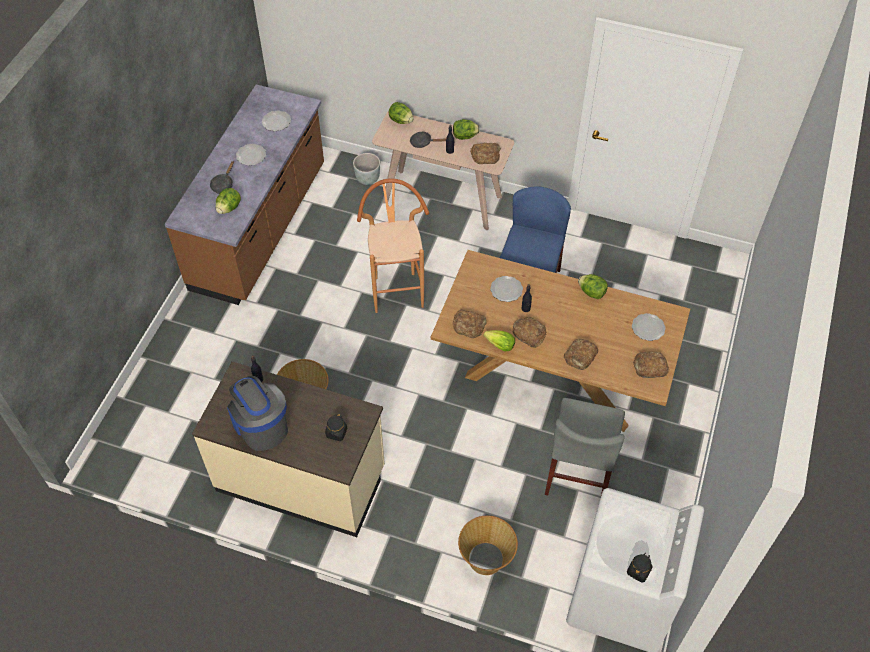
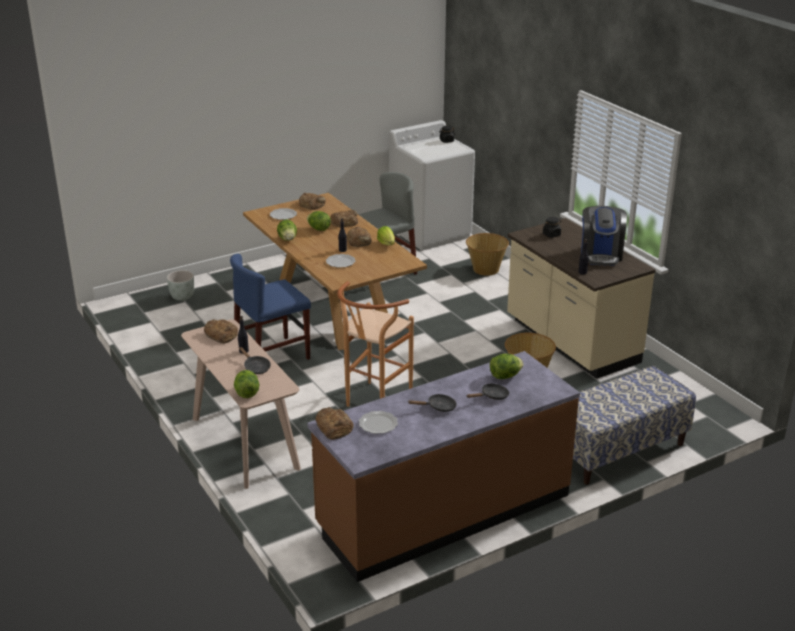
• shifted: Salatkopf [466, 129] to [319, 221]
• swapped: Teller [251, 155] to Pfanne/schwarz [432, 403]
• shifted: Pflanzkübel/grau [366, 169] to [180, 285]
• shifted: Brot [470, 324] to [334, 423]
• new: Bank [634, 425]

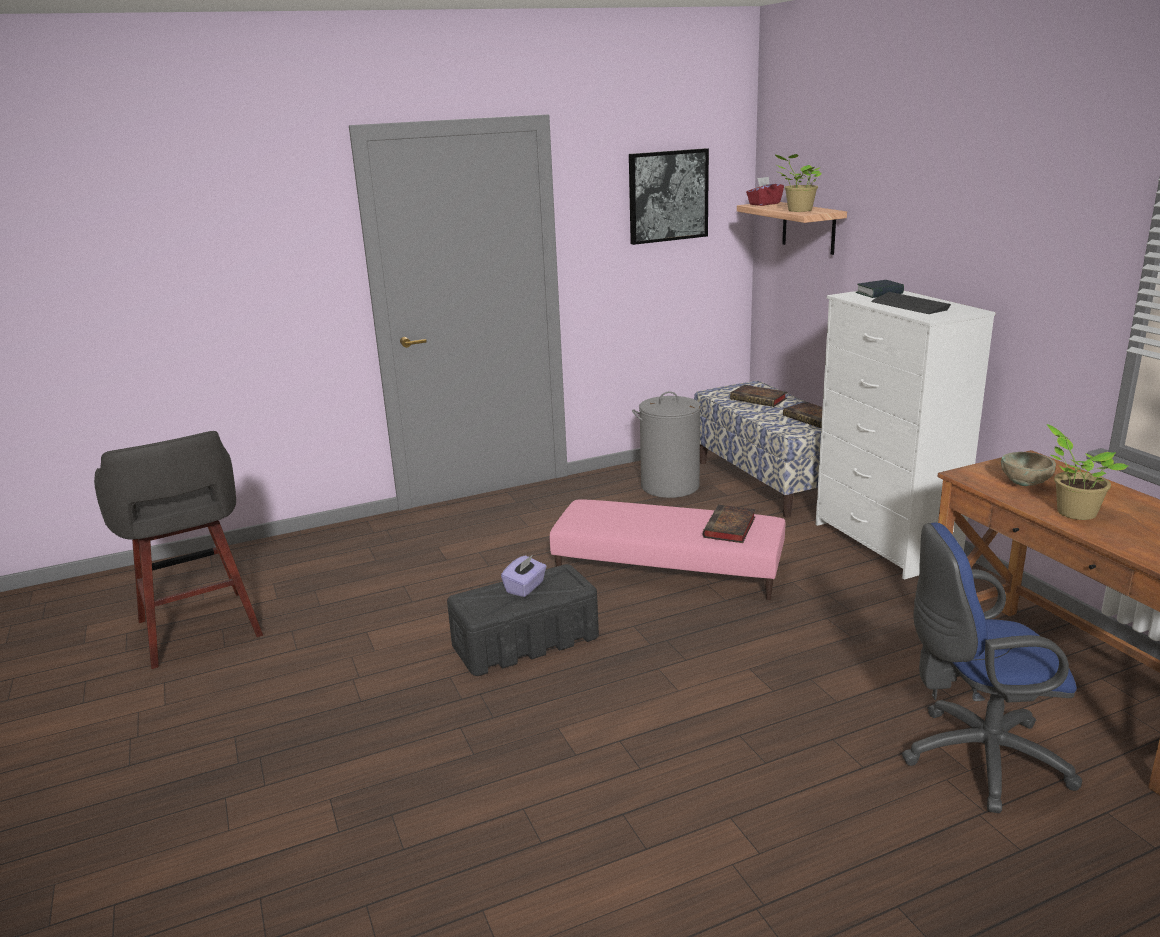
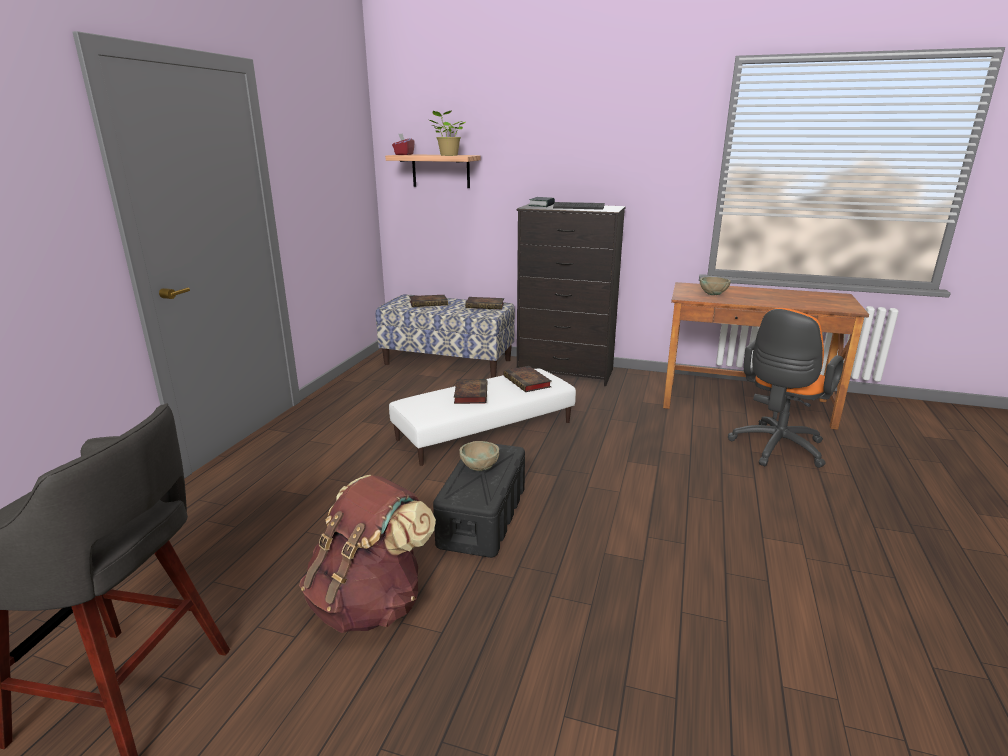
• gone: Bild [669, 196]
• repainted: Kommode/weiß [906, 435] to Kommode/schwarz [571, 294]
• gone: Wäschekorb/grau [669, 444]
• gone: Topfpflanze [1087, 472]
• repainted: Polsterhocker/rosa [667, 550] to Polsterhocker/weiß [482, 417]
• repainted: Bürostuhl/blau [992, 668] to Bürostuhl/orange [785, 388]
• swapped: Taschentuchbox/lila [524, 576] to Schüssel/beige [479, 456]
• new: Buch [470, 391]
• new: Rucksack/braun [367, 554]

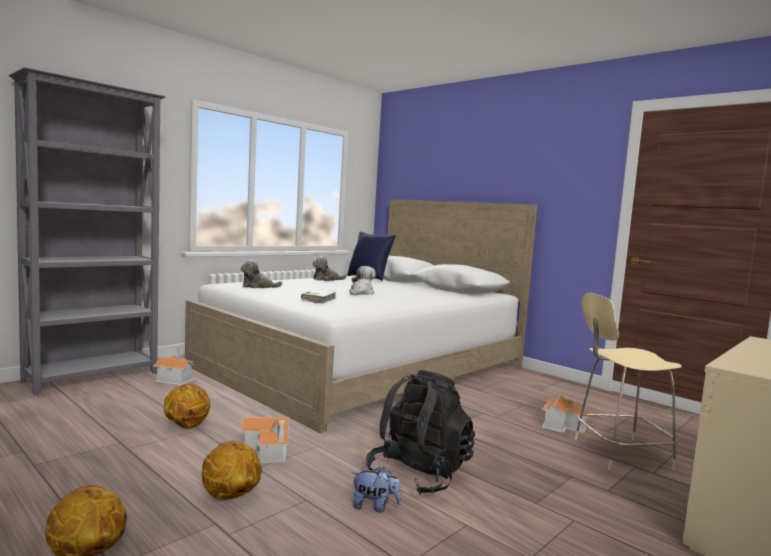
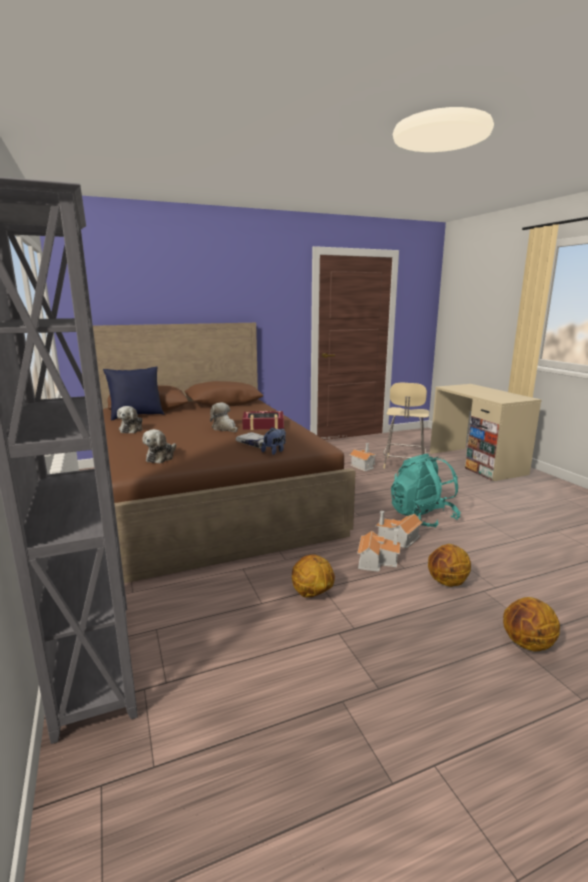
• repainted: Bett/weiß [361, 316] to Bett/braun [224, 453]
• shifted: Spielzeughaus [173, 366] to [399, 529]
• repainted: Rucksack/schwarz [420, 432] to Rucksack/türkis [426, 490]
• shifted: Plüschtier [377, 489] to [273, 441]
• new: Buch [263, 420]

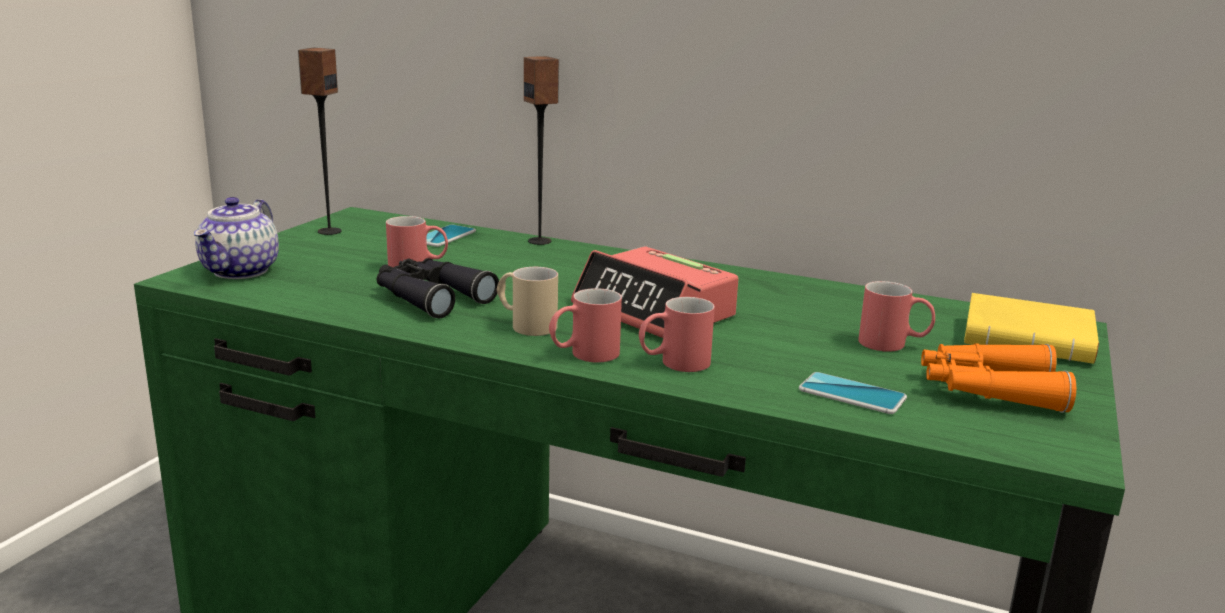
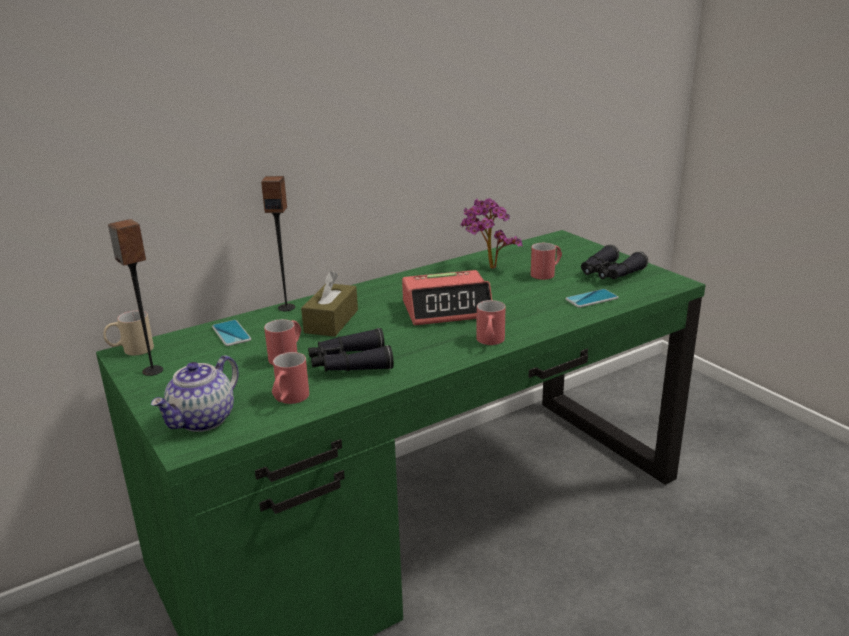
• rotated: Teekanne [236, 238] = [195, 393] 75 degrees clockwise
• shifted: Henkelbecher/beige [527, 301] to [129, 333]
• gone: Buch/gelb [1031, 328]
• shifted: Henkelbecher/rot [677, 334] to [290, 378]
• repainted: Fernglas/orange [998, 378] to Fernglas/schwarz [614, 262]
• new: Topfpflanze [491, 233]
• new: Taschentuchbox/braun [329, 304]

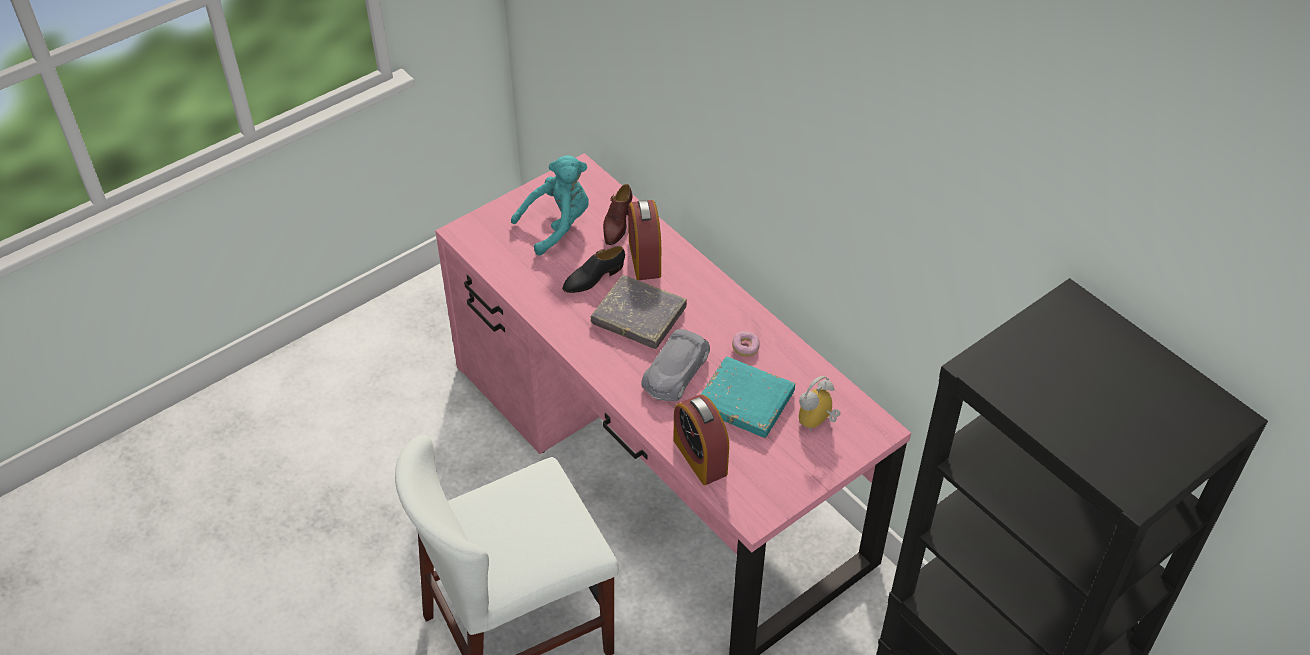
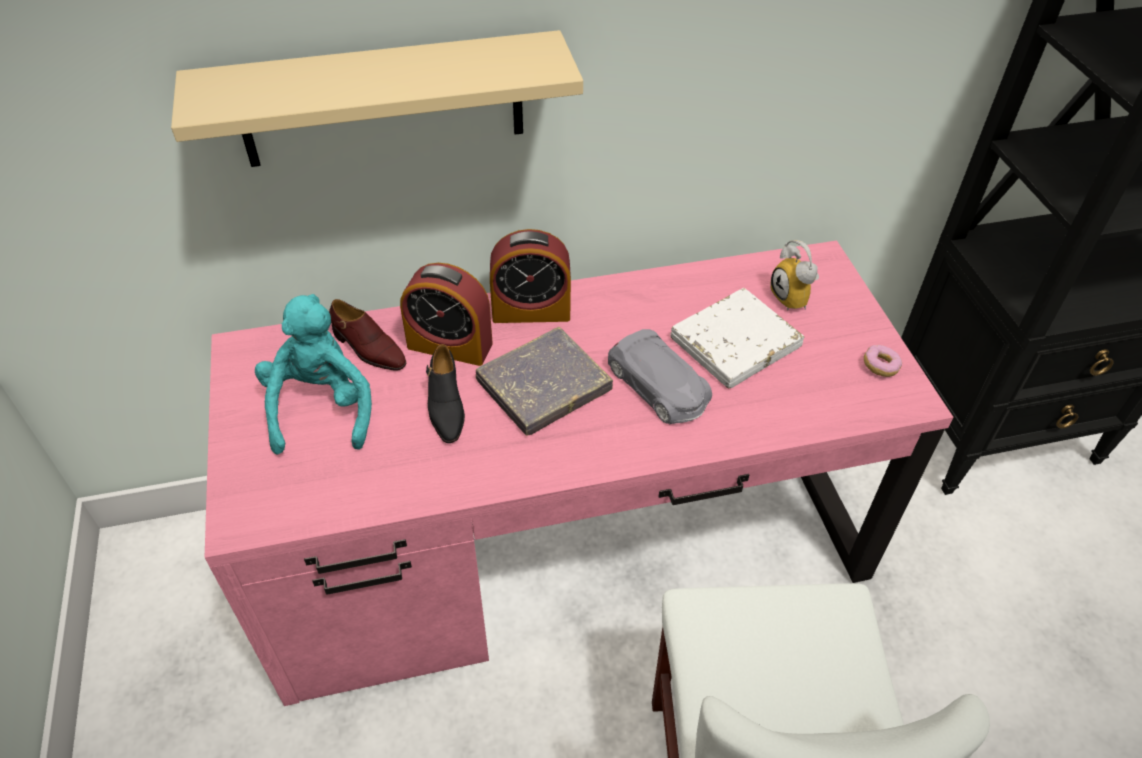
• shifted: Donut [746, 344] to [883, 361]
• repainted: Buch/türkis [747, 397] to Buch/weiß [737, 338]
• shifted: Wecker [701, 439] to [530, 276]
• new: Wandregal/beige [377, 98]

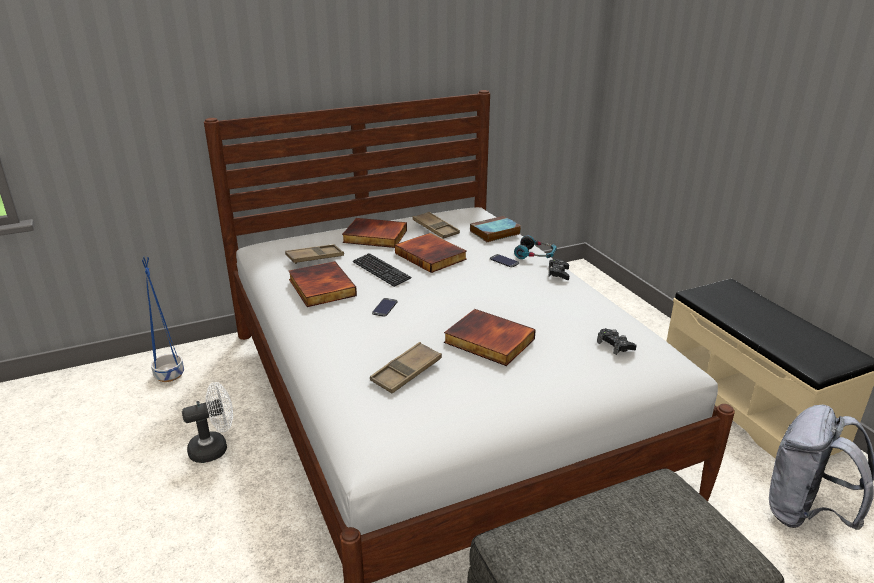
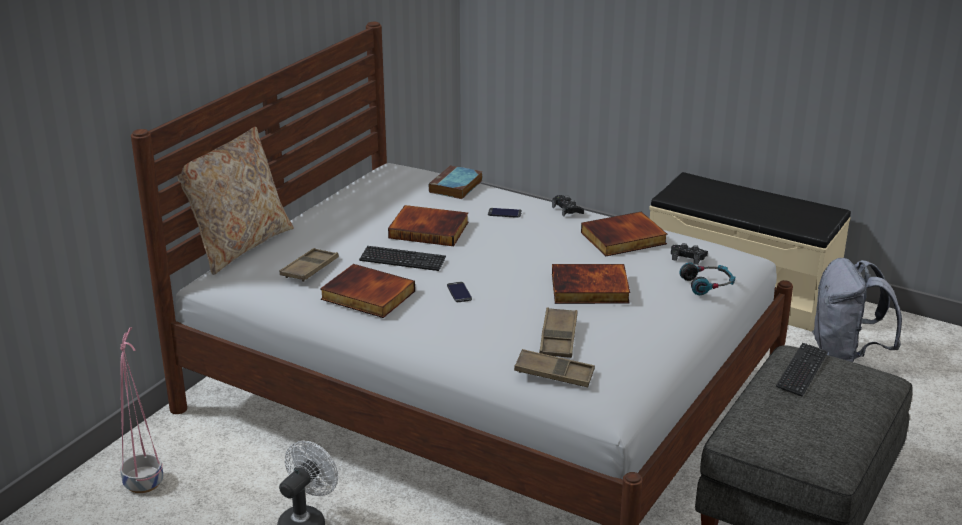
• shifted: Tablett/braun [436, 225] to [554, 368]
• shifted: Buch [374, 233] to [624, 234]
• shifted: Kopfhörer [535, 247] to [707, 278]
• repainted: Pflanzkübel/blau [163, 319] to Pflanzkübel/rosa [141, 410]
• new: Kissen/beige [235, 201]
• new: Tastatur [802, 370]

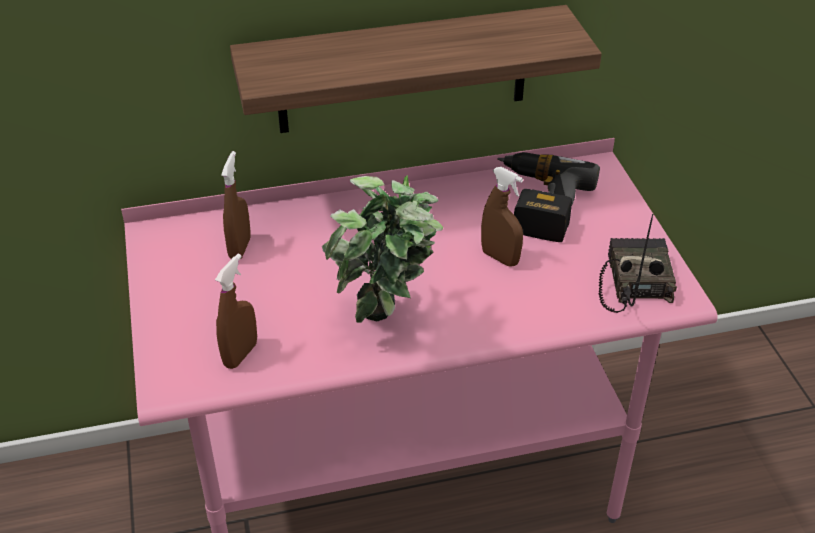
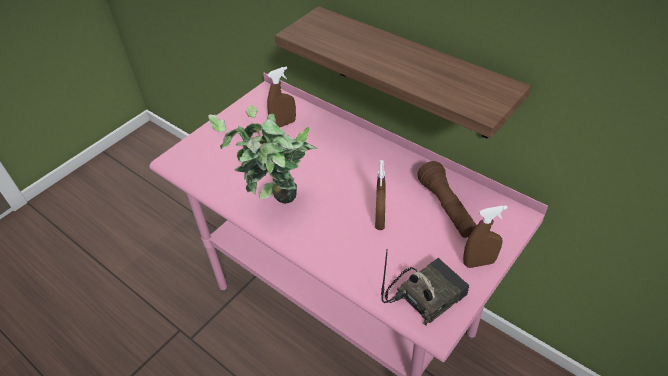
• swapped: Bohrmaschine [548, 197] to Taschenlampe/braun [447, 199]
• shifted: Sprühflasche/braun [236, 311] to [485, 236]

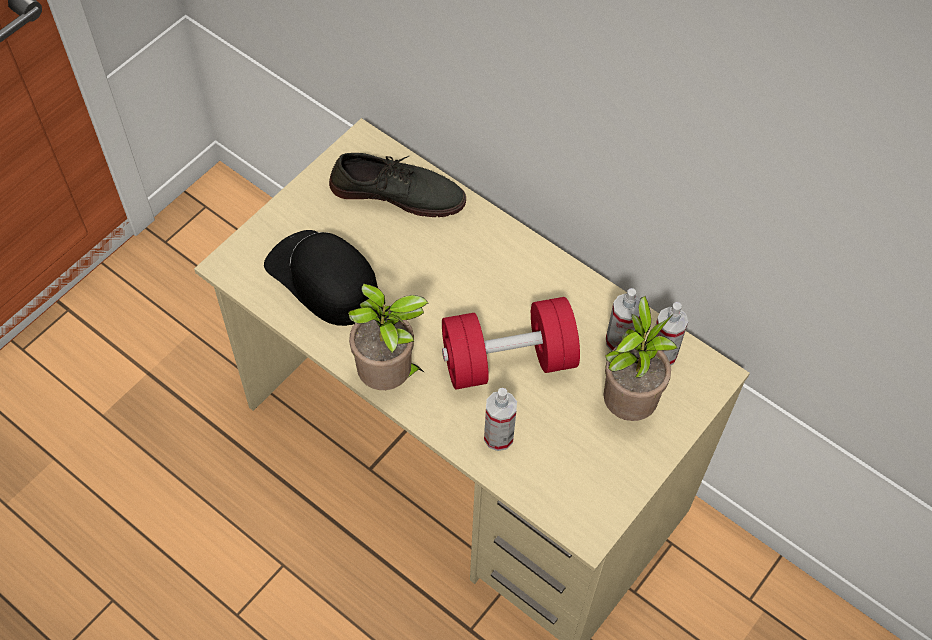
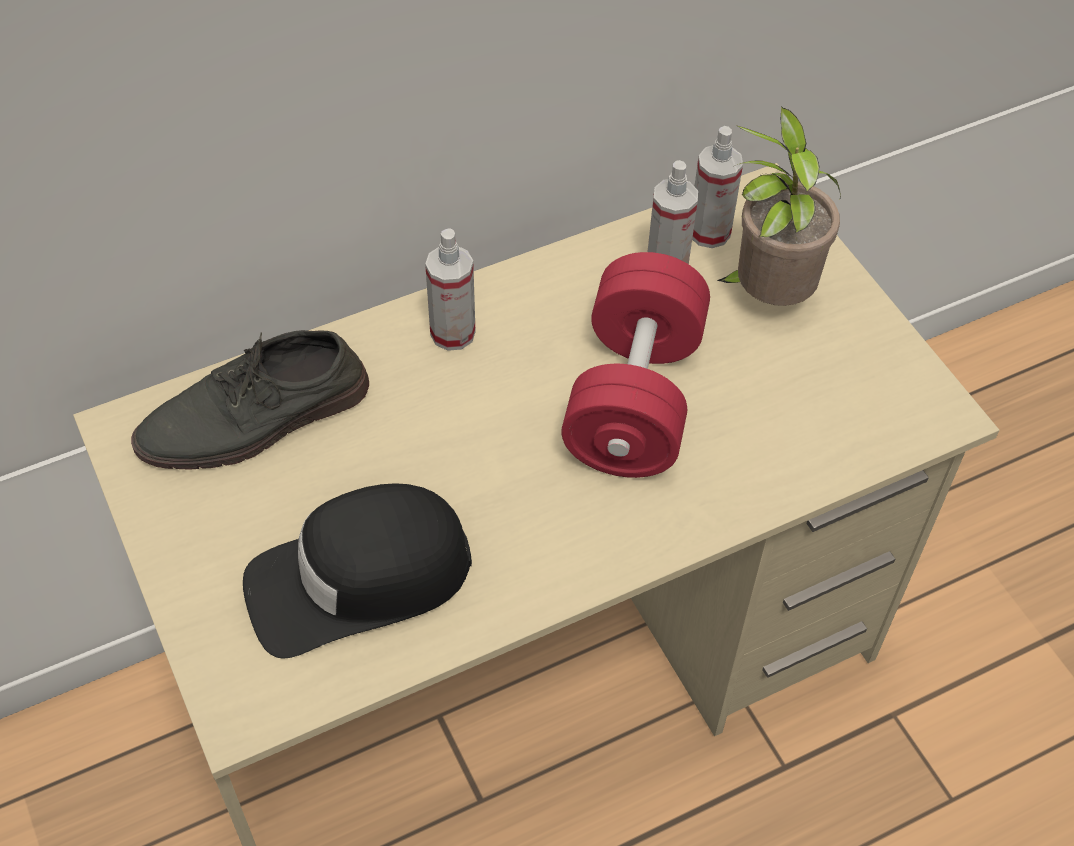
• rotated: Schuh/grau [397, 185] = [250, 400] 150 degrees counterclockwise
• gone: Topfpflanze [388, 336]
• shifted: Sprühflasche [500, 419] to [450, 289]

